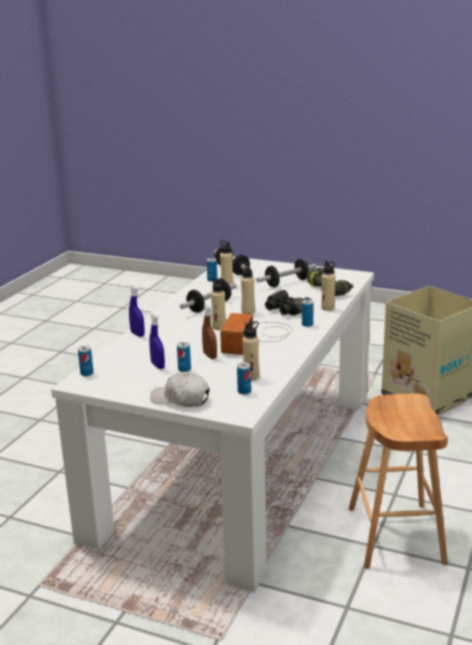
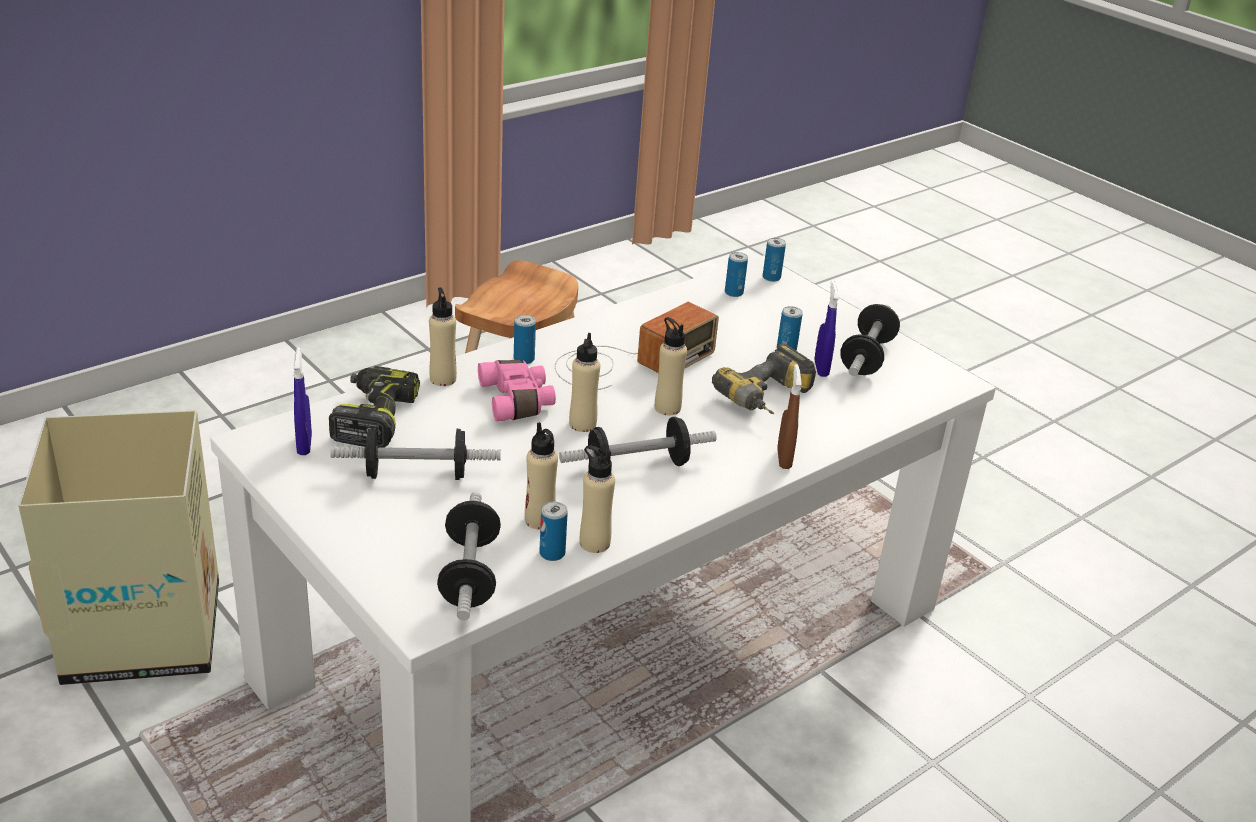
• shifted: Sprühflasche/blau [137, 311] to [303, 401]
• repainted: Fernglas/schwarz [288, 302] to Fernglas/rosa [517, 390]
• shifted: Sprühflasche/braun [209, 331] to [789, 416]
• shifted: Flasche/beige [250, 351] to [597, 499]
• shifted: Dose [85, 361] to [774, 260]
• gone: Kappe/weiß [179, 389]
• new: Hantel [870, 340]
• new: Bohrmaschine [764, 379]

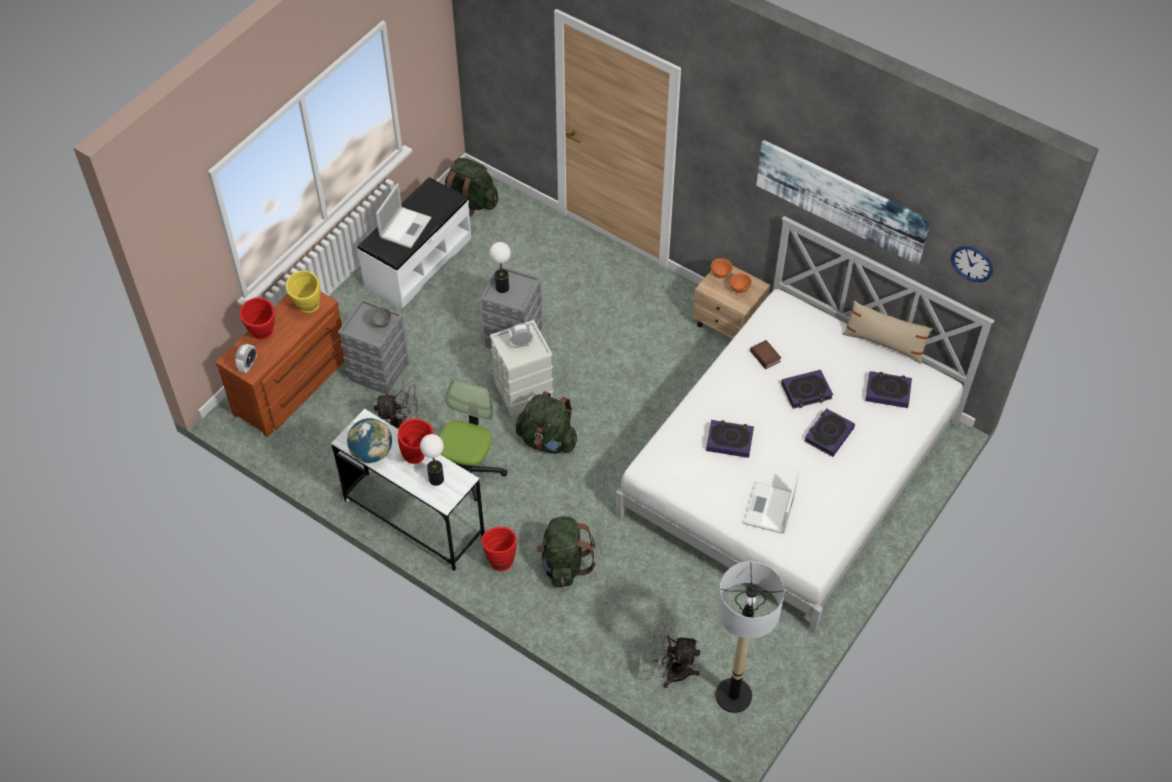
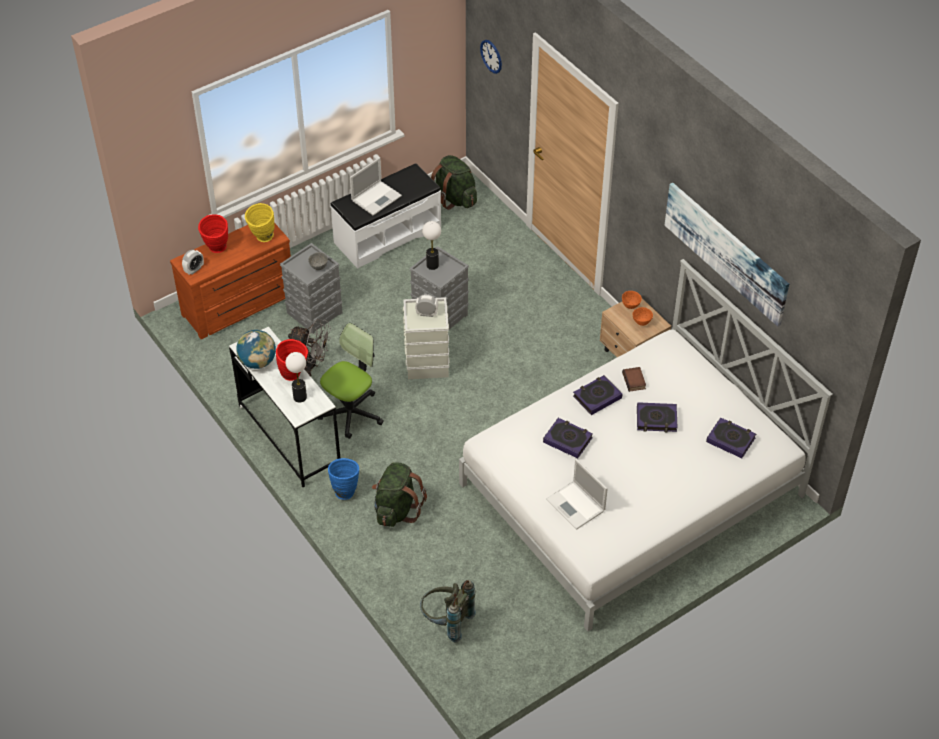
• shifted: Wanduhr [972, 264] to [491, 57]
• gone: Kissen/beige [887, 332]
• gone: Rucksack/grün [546, 422]
• shifted: Buch [829, 432] to [598, 395]
• rotated: Laptop [772, 502] = [577, 494] 75 degrees counterclockwise
• repainted: Vase/rot [499, 549] to Vase/blau [343, 479]
• gone: Stehlampe [750, 637]
• swapped: Ventilator/grau [675, 654] to Rucksack/grau [448, 611]

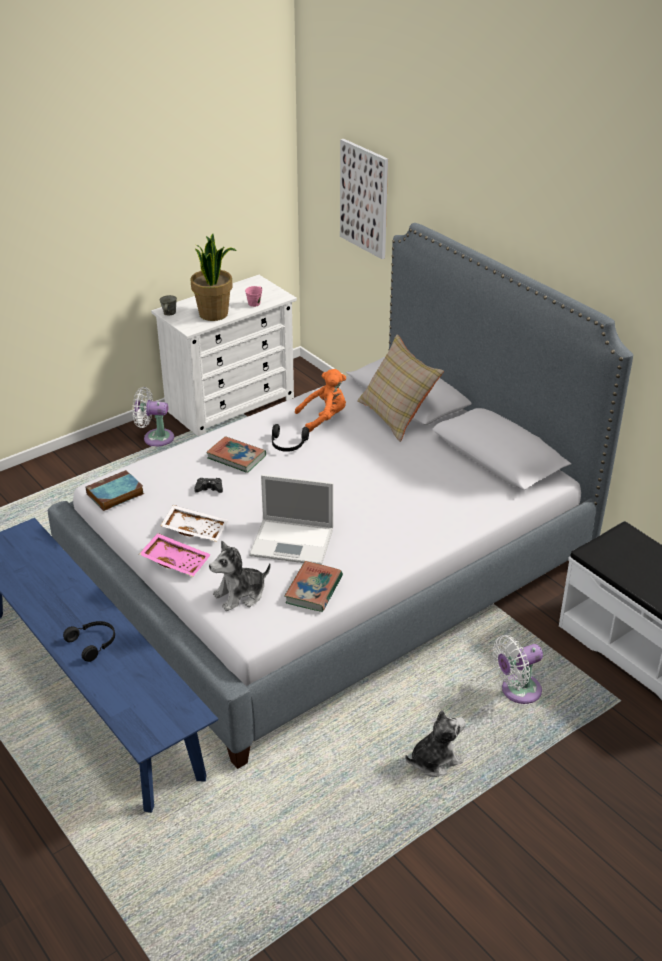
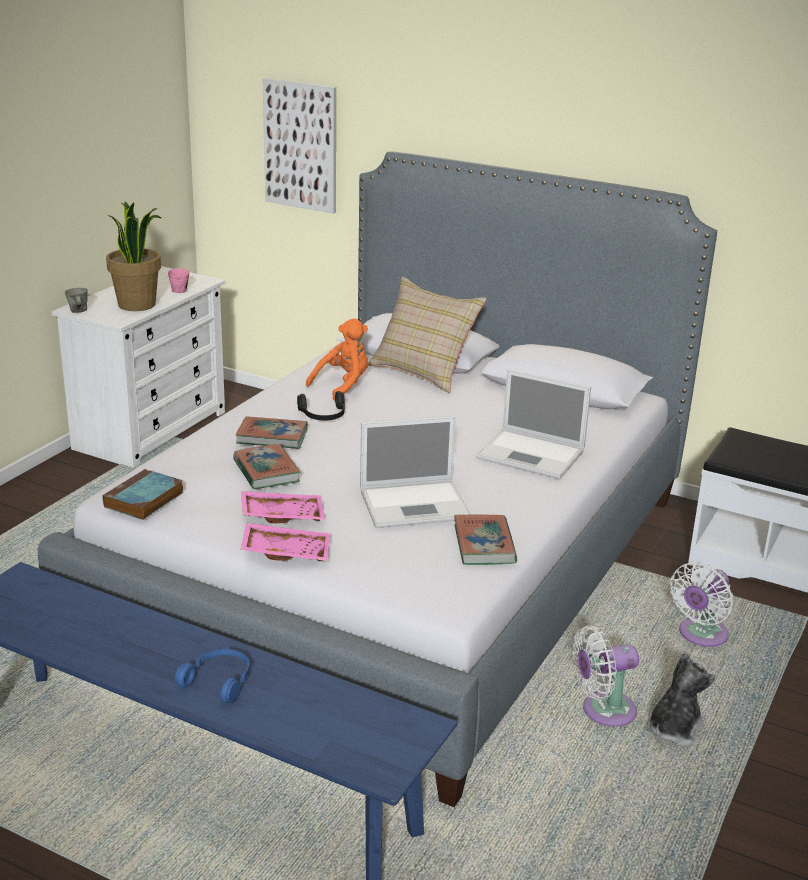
• shifted: Ventilator/weiß [153, 416] to [605, 676]
• swapped: Gamepad/schwarz [208, 485] to Buch [266, 466]
• repainted: Tablett/weiß [194, 523] to Tablett/rosa [283, 507]
• gone: Plüschtier [240, 576]
• repainted: Kopfhörer/schwarz [89, 641] to Kopfhörer/blau [212, 676]
• new: Laptop [533, 424]

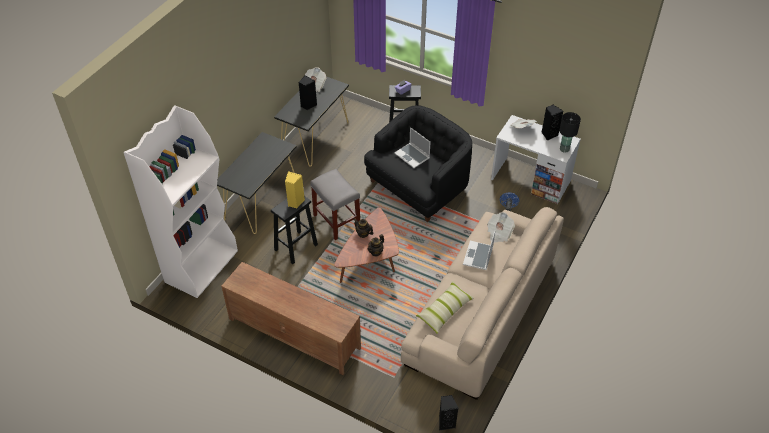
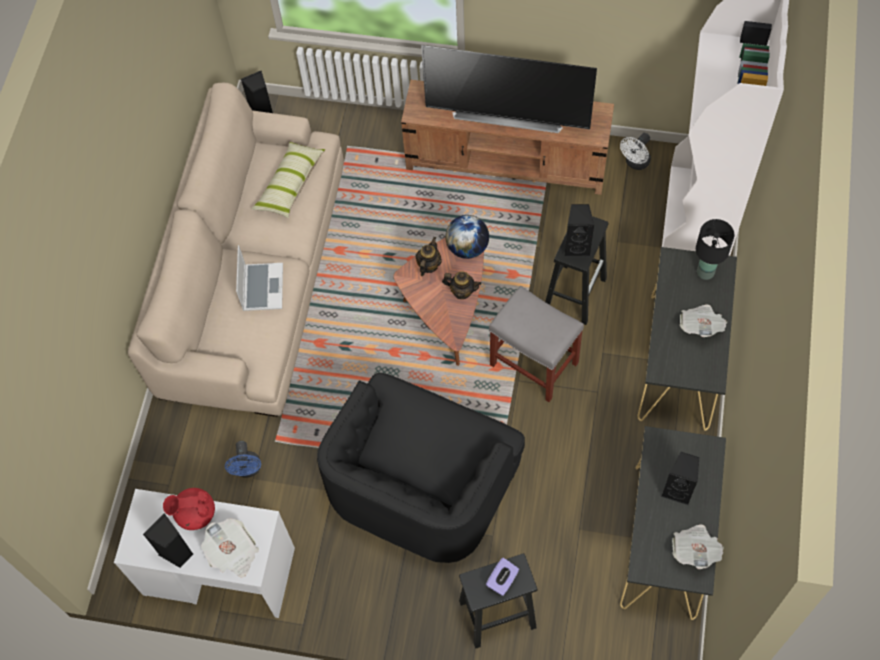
• shifted: Tischlampe/schwarz [570, 132] to [715, 249]
• gone: Laptop [412, 147]
• repainted: Lautsprecher/gelb [295, 189] to Lautsprecher/schwarz [579, 230]
• shifted: Zeitung [501, 227] to [703, 320]
• new: Fernseher [509, 89]
• new: Ventilator/weiß [635, 151]
• new: Globus [467, 237]
• new: Teekanne/rot [189, 509]

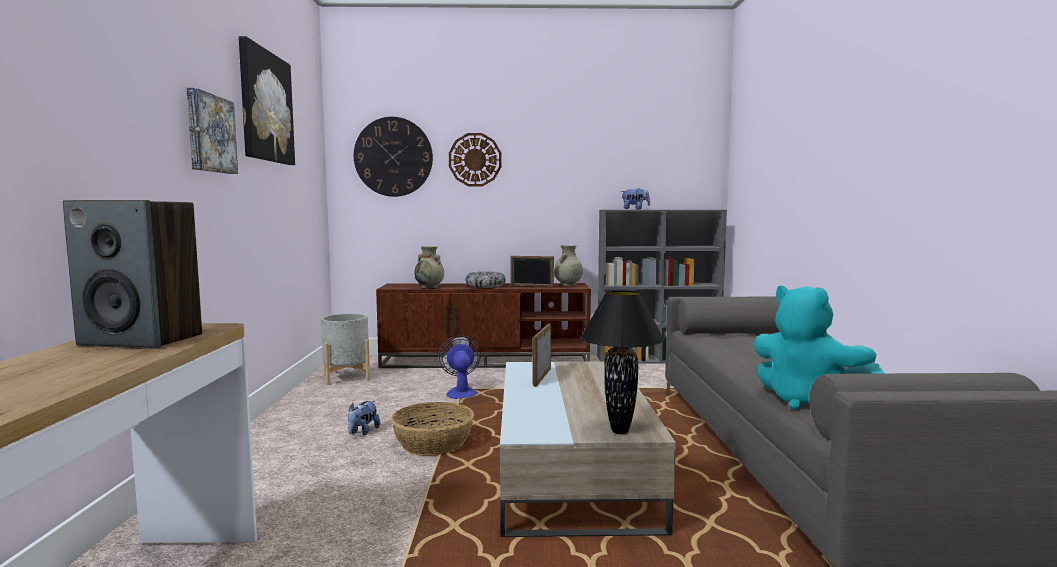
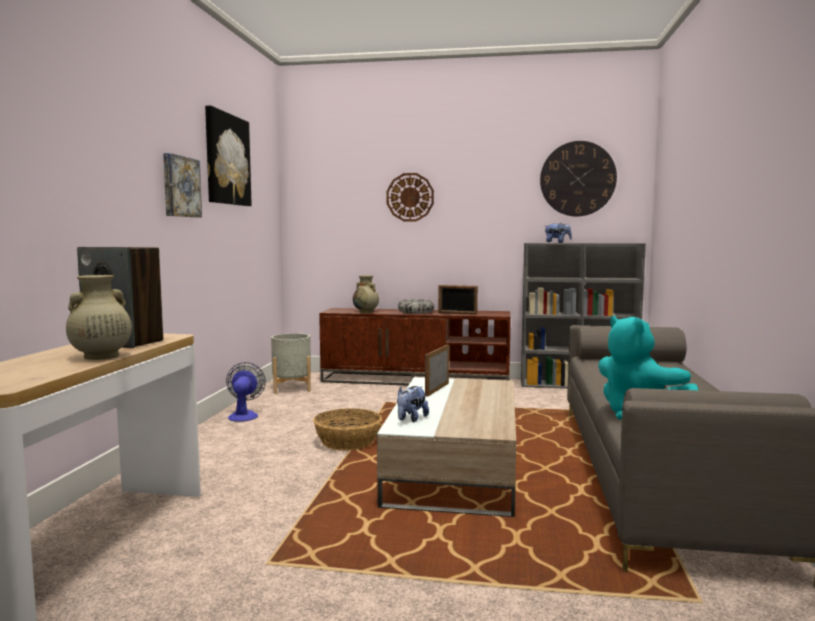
• shifted: Wanduhr [393, 157] to [578, 179]
• shifted: Vase/beige [568, 265] to [99, 317]
• gone: Tischlampe/schwarz [622, 362]
• shifted: Ventilator [460, 367] to [246, 392]
• shifted: Plüschtier [364, 418] to [413, 404]

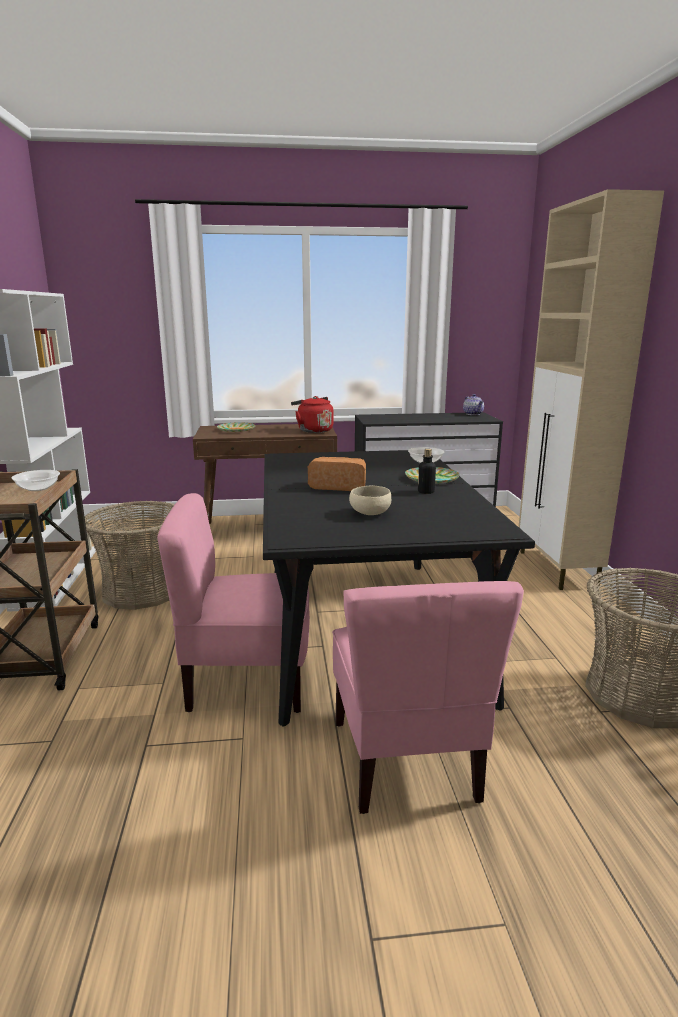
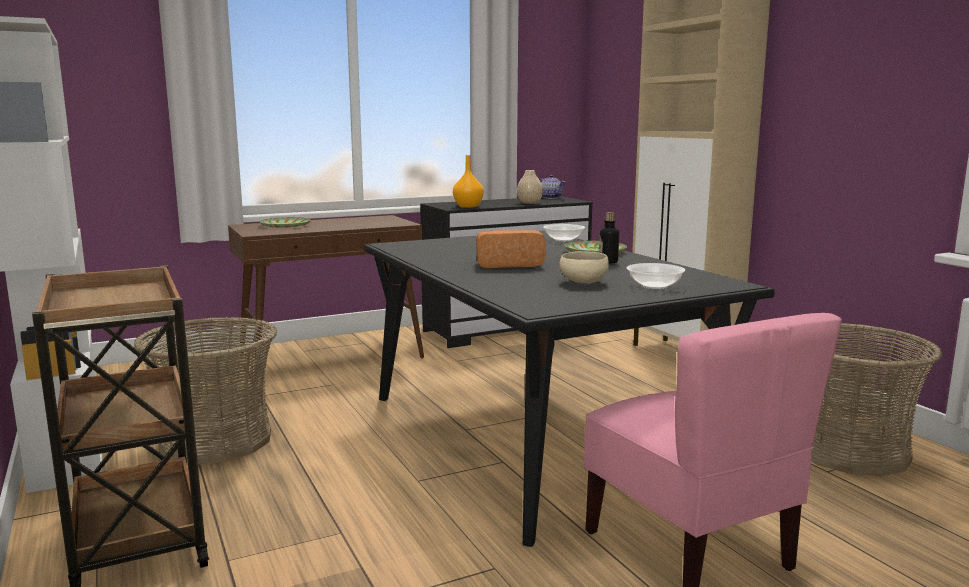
• gone: Wasserkessel/rot [312, 414]
• shifted: Schüssel [35, 480] to [656, 276]
• gone: Stuhl/rosa [233, 603]
• new: Vase/orange [468, 181]
• new: Vase/beige [530, 187]

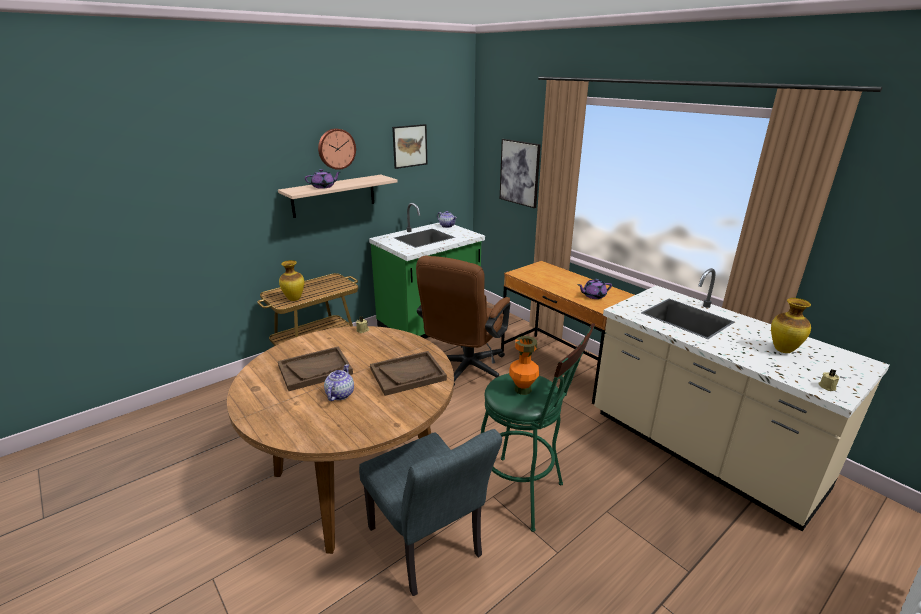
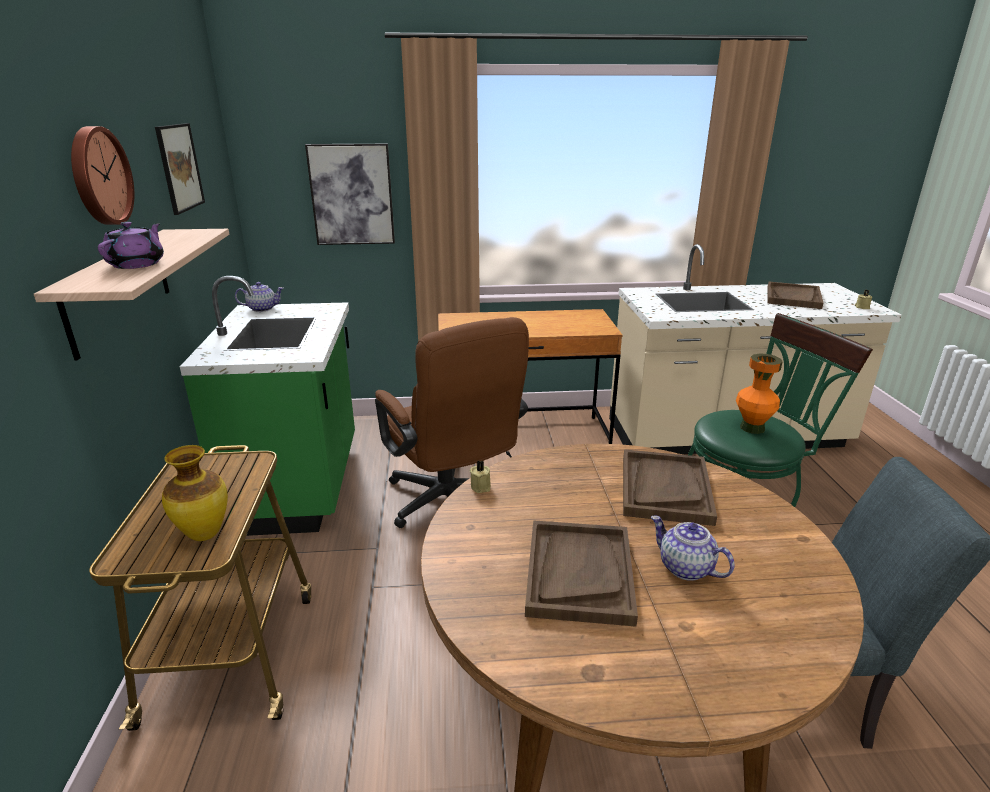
• gone: Teekanne/lila [594, 289]
• swapped: Vase [791, 325] to Tablett/braun [795, 295]

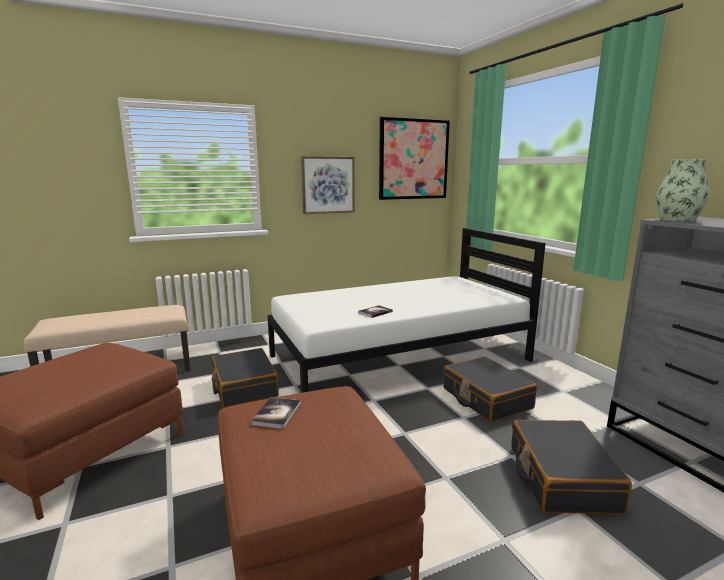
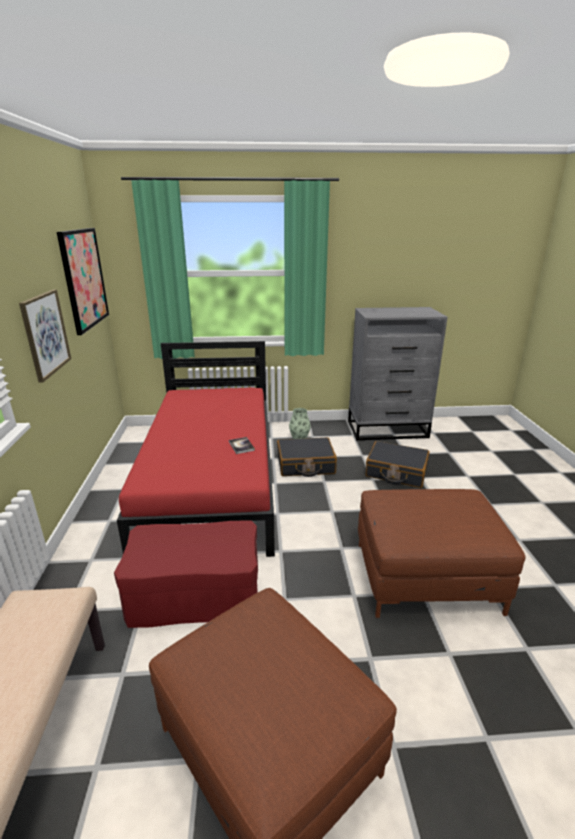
• shifted: Vase [682, 190] to [300, 423]
• repainted: Bett/weiß [406, 310] to Bett/rot [196, 449]
• swapped: Koffer/schwarz [245, 378] to Polsterhocker/rot [186, 574]
• gone: Buch [276, 413]

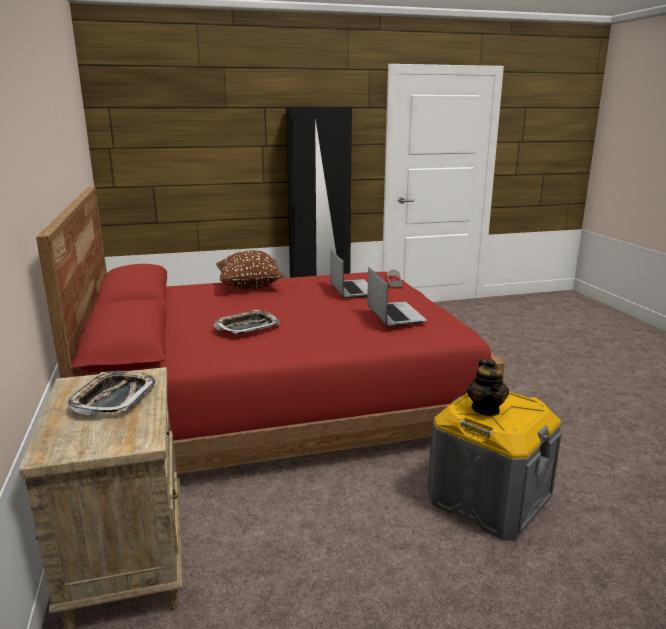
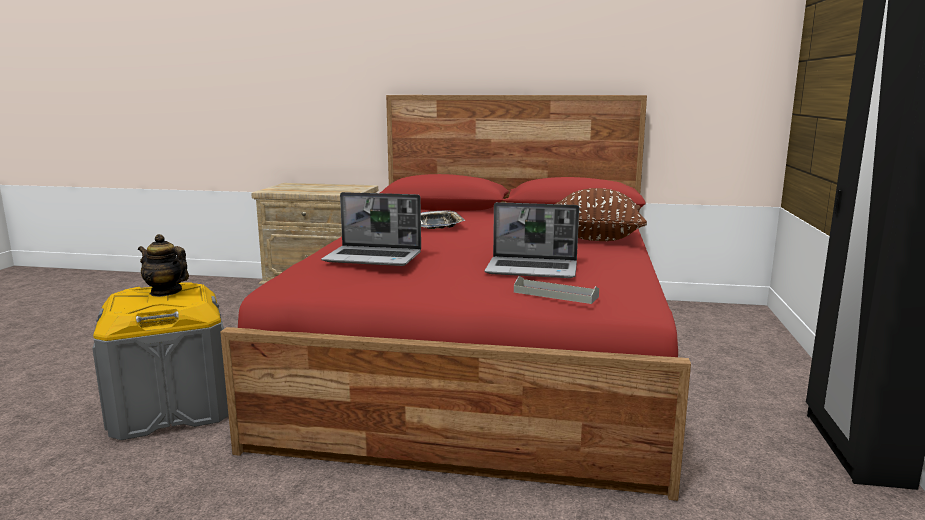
• gone: Tablett [111, 393]

